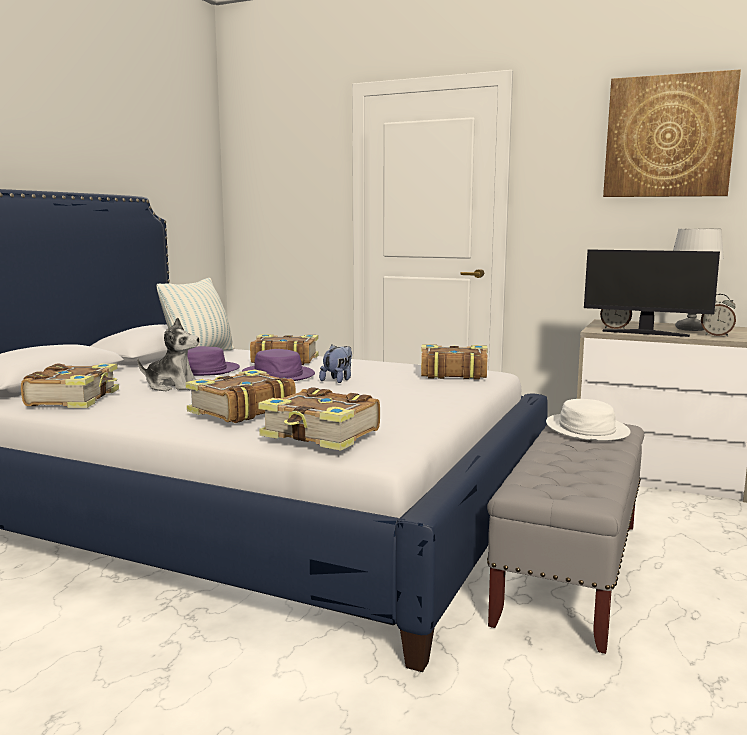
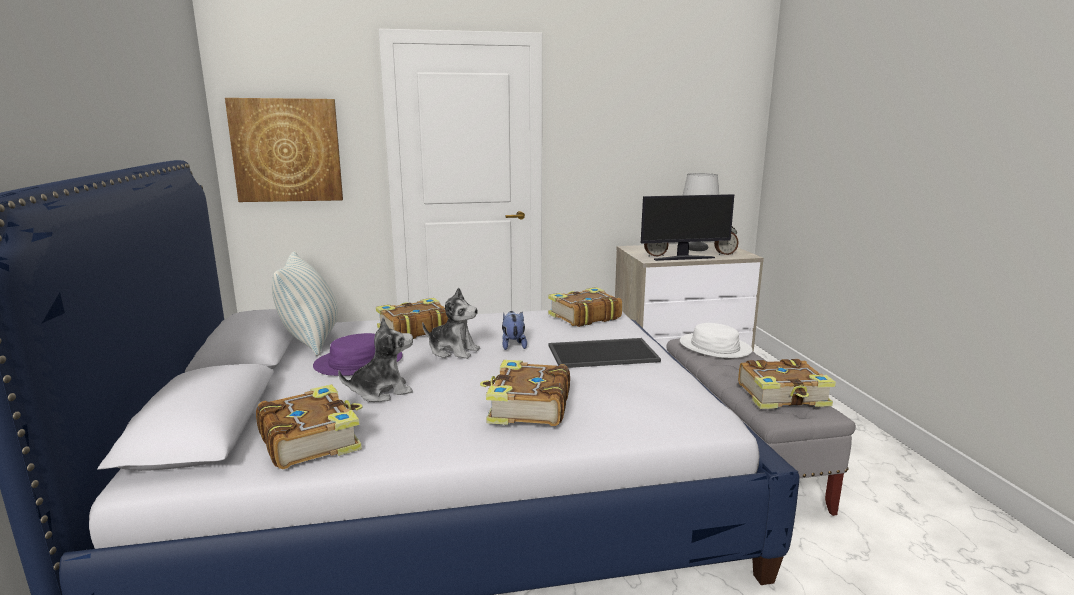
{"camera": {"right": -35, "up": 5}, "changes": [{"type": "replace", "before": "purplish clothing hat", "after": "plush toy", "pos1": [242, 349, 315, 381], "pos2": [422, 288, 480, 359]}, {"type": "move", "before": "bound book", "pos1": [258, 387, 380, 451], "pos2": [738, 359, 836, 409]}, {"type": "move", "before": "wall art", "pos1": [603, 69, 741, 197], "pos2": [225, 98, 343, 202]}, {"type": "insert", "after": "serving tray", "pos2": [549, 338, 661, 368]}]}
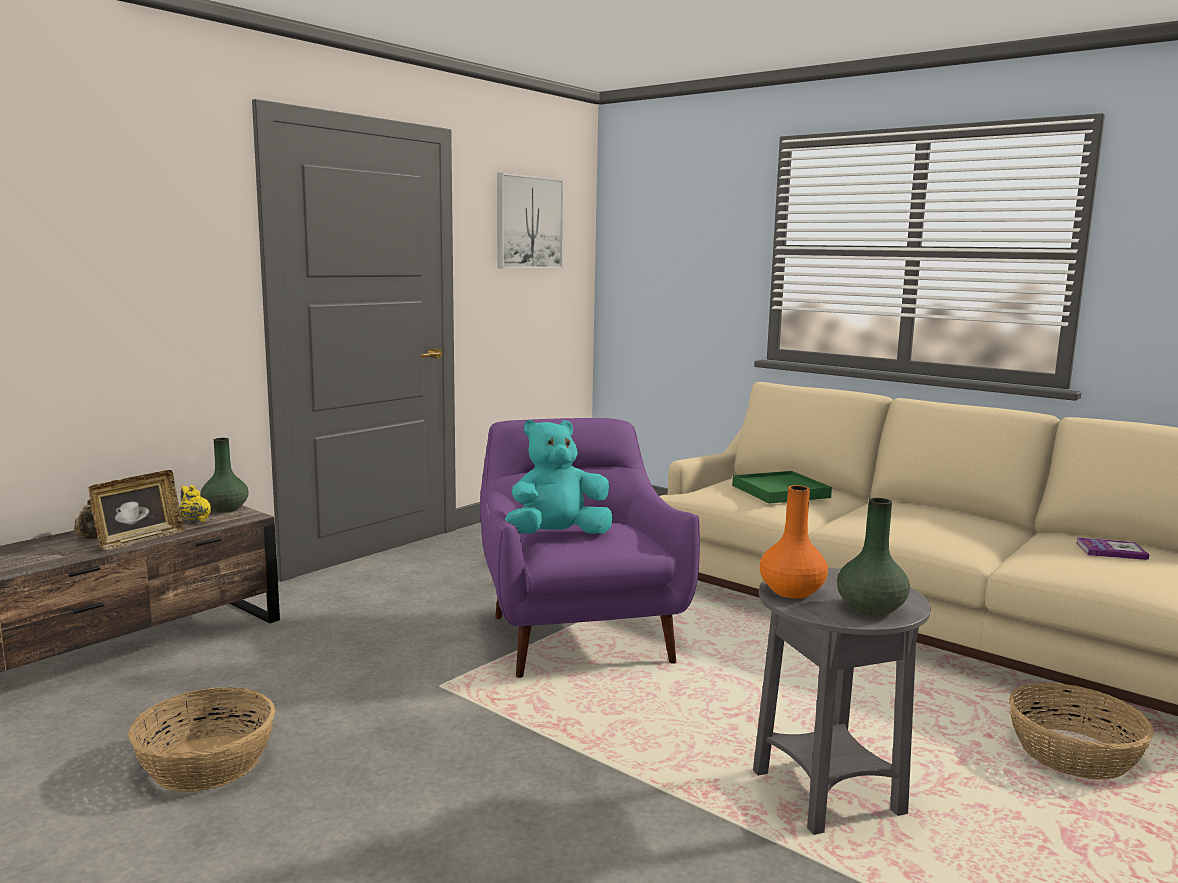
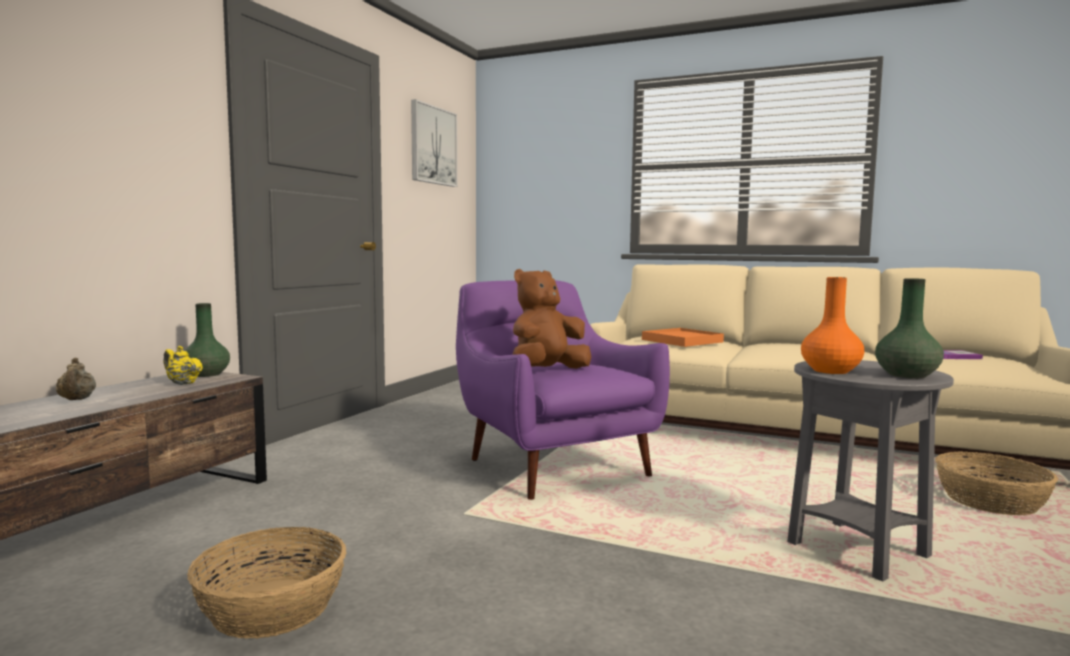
{"camera": {"right": -15, "up": -5}, "changes": [{"type": "delete", "before": "photo frame", "pos1": [89, 470, 185, 550]}, {"type": "recolor", "before": "blue-green plush toy", "after": "brown-coloured plush toy", "pos1": [505, 420, 613, 534], "pos2": [513, 269, 591, 369]}, {"type": "recolor", "before": "green serving tray", "after": "orange serving tray", "pos1": [732, 471, 832, 504], "pos2": [642, 328, 724, 347]}]}
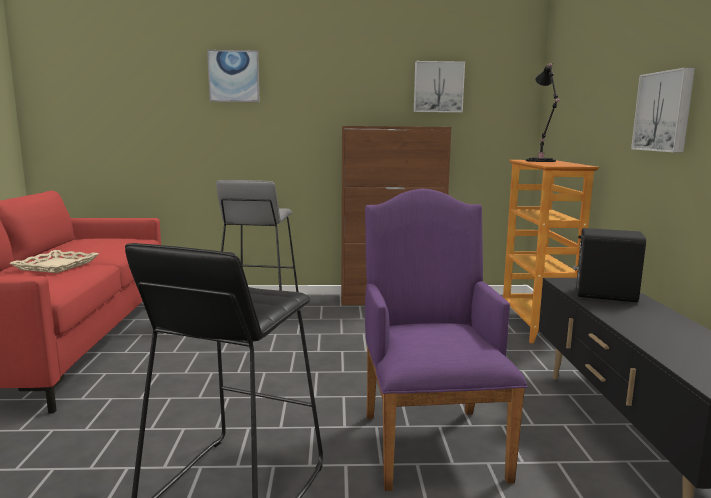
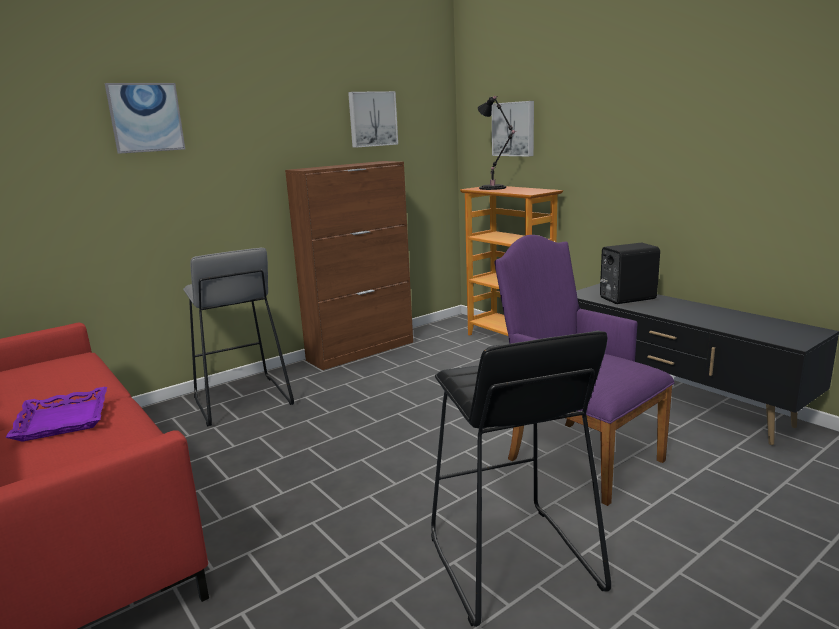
{"camera": {"right": -35, "up": 5}, "changes": [{"type": "recolor", "before": "beige serving tray", "after": "purplish serving tray", "pos1": [9, 250, 99, 273], "pos2": [6, 387, 107, 442]}, {"type": "move", "before": "wall art", "pos1": [631, 67, 695, 153], "pos2": [492, 101, 534, 157]}]}
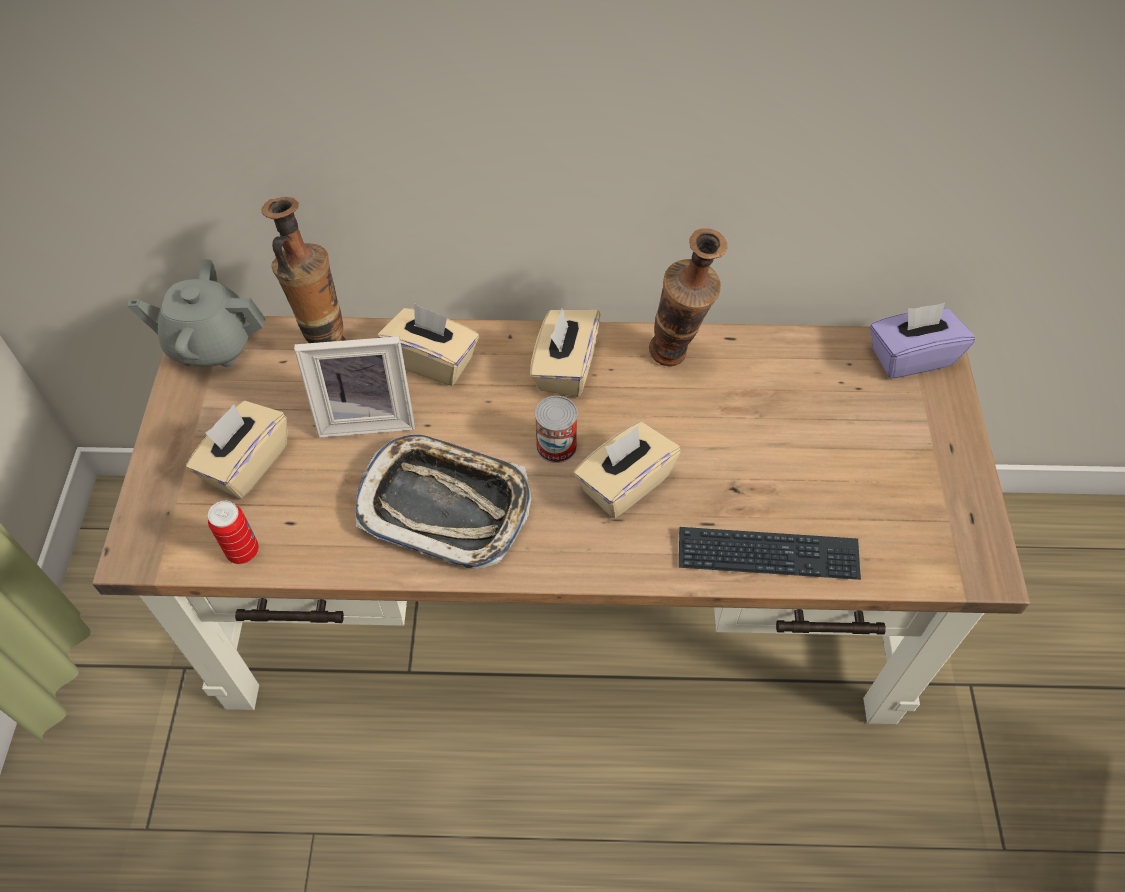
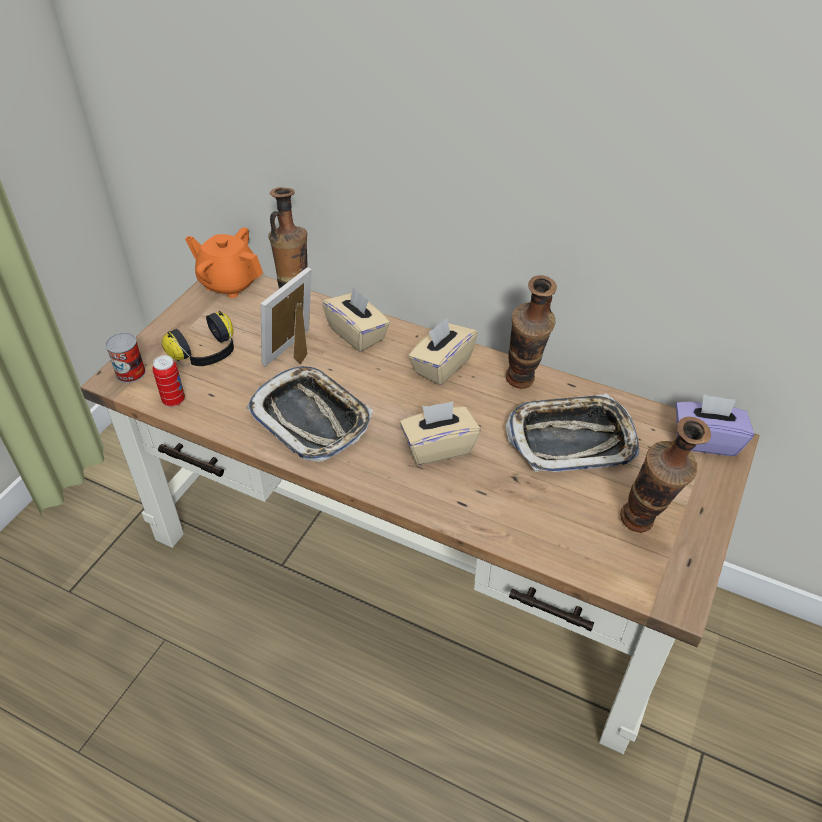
{"camera": {"right": 25, "up": -10}, "changes": [{"type": "recolor", "before": "grey pot for tea", "after": "orange pot for tea", "pos1": [127, 259, 266, 367], "pos2": [185, 227, 263, 298]}, {"type": "replace", "before": "beige box of tissues", "after": "headset", "pos1": [186, 401, 288, 499], "pos2": [161, 311, 234, 366]}, {"type": "rotate", "before": "photo frame", "pos1": [294, 336, 415, 438], "pos2": [261, 267, 312, 367], "turn": 105}, {"type": "move", "before": "can", "pos1": [535, 396, 578, 463], "pos2": [105, 332, 146, 383]}, {"type": "delete", "before": "PC keyboard", "pos1": [679, 527, 861, 580]}, {"type": "insert", "after": "serving tray", "pos2": [506, 394, 640, 472]}, {"type": "insert", "after": "decorative vase", "pos2": [620, 417, 711, 533]}]}
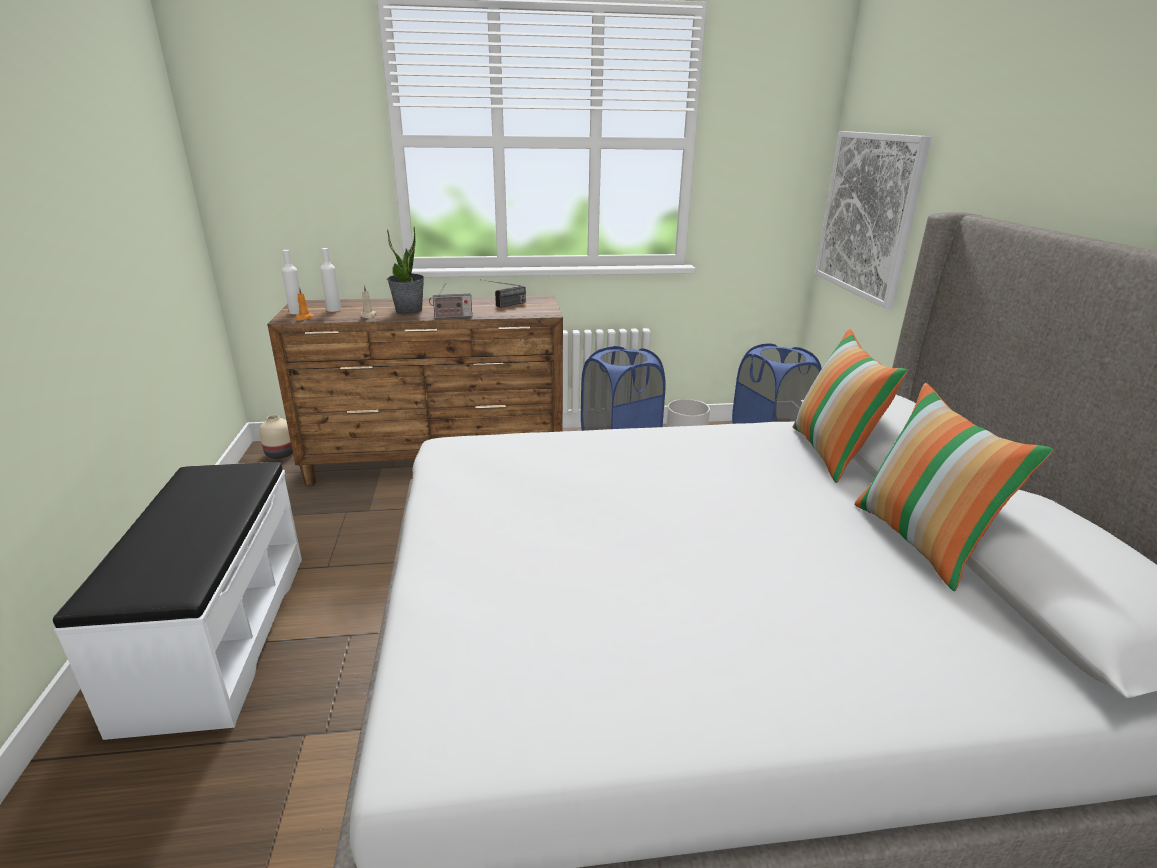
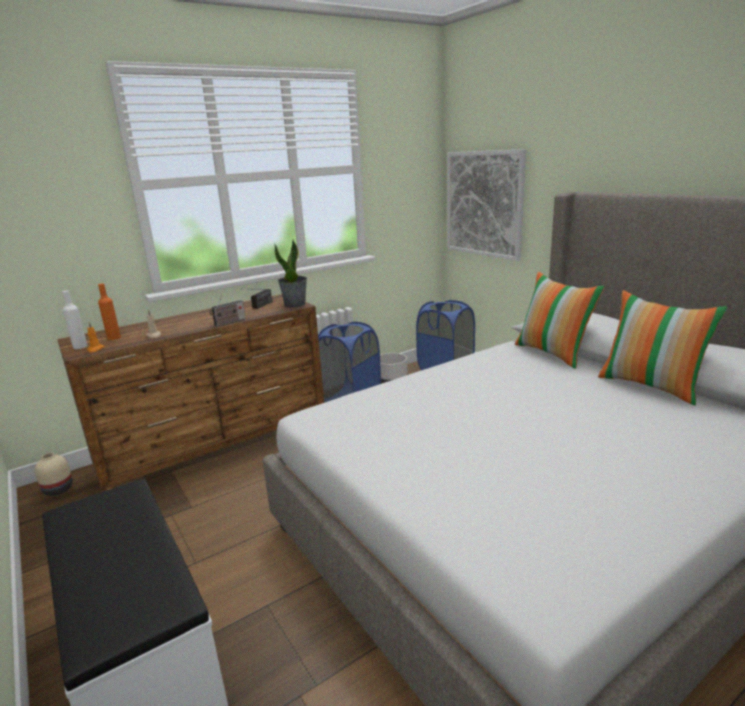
{"camera": {"right": -25, "up": -5}, "changes": [{"type": "recolor", "before": "white drink bottle", "after": "orange drink bottle", "pos1": [320, 248, 341, 312], "pos2": [98, 284, 121, 340]}, {"type": "move", "before": "houseplant", "pos1": [387, 227, 425, 314], "pos2": [275, 239, 307, 308]}]}
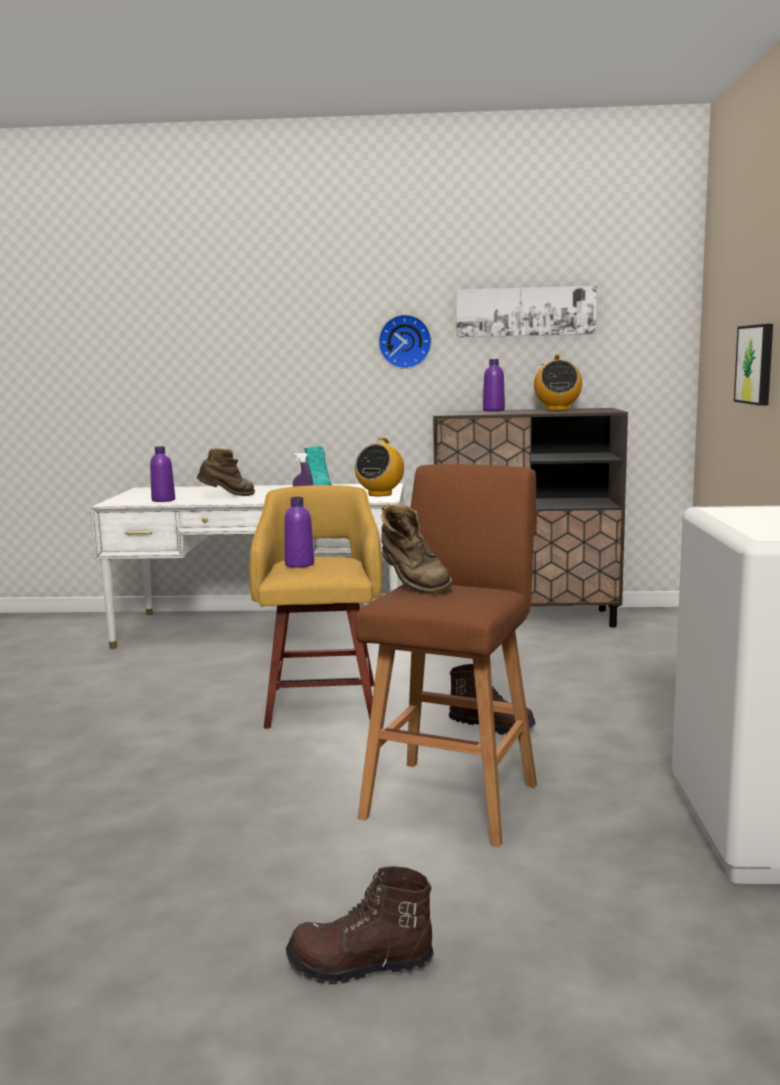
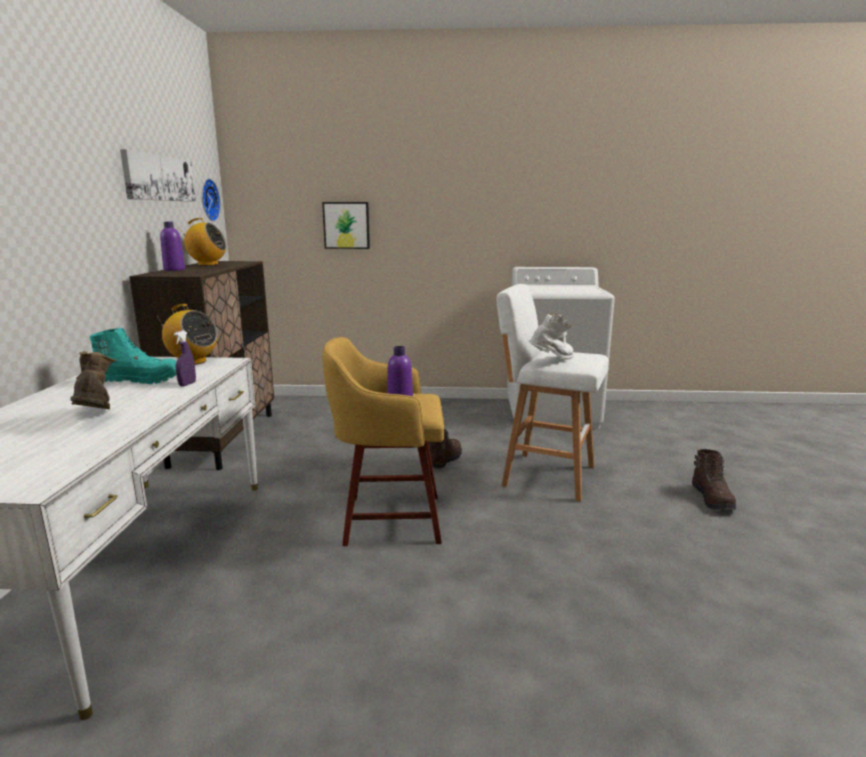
{"camera": {"right": -90, "up": 5}, "changes": [{"type": "delete", "before": "purplish drink bottle", "pos1": [150, 446, 175, 502]}, {"type": "recolor", "before": "brown-coloured sitting stool", "after": "white sitting stool", "pos1": [355, 464, 537, 847], "pos2": [497, 284, 609, 502]}, {"type": "move", "before": "clock on the wall", "pos1": [378, 314, 432, 369], "pos2": [202, 178, 221, 222]}, {"type": "recolor", "before": "brown-coloured high-top boot", "after": "white high-top boot", "pos1": [381, 504, 453, 595], "pos2": [528, 313, 574, 360]}]}
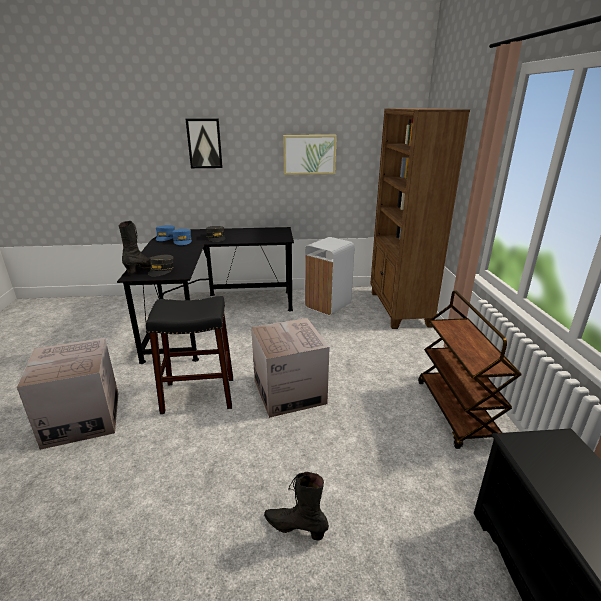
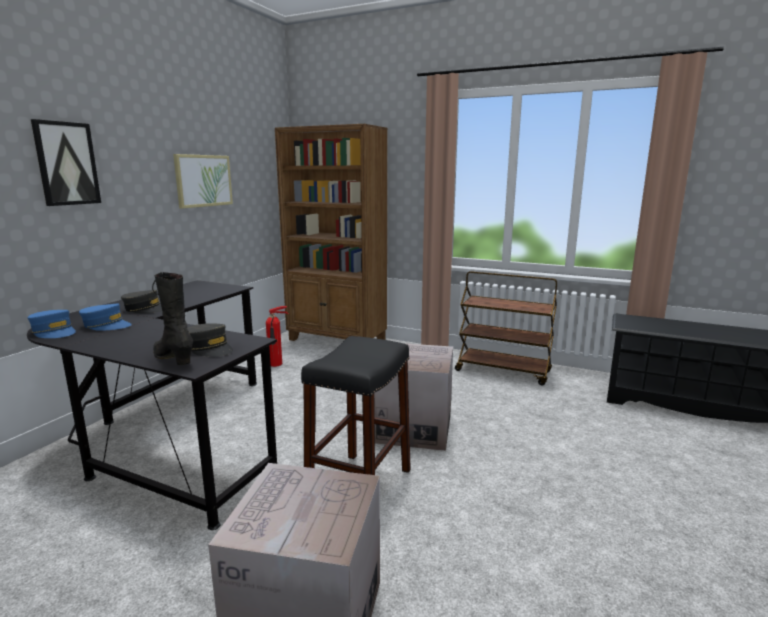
{"camera": {"right": -60, "up": -10}, "changes": [{"type": "delete", "before": "blackish high-top boot", "pos1": [264, 472, 329, 541]}, {"type": "replace", "before": "white waste bin", "after": "fire-fighting cylinder", "pos1": [305, 237, 354, 316], "pos2": [266, 306, 288, 367]}]}
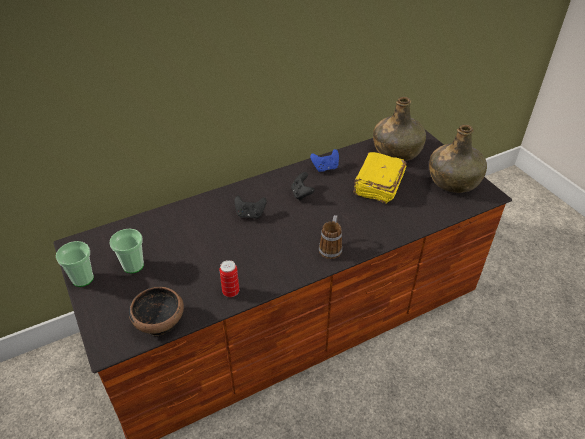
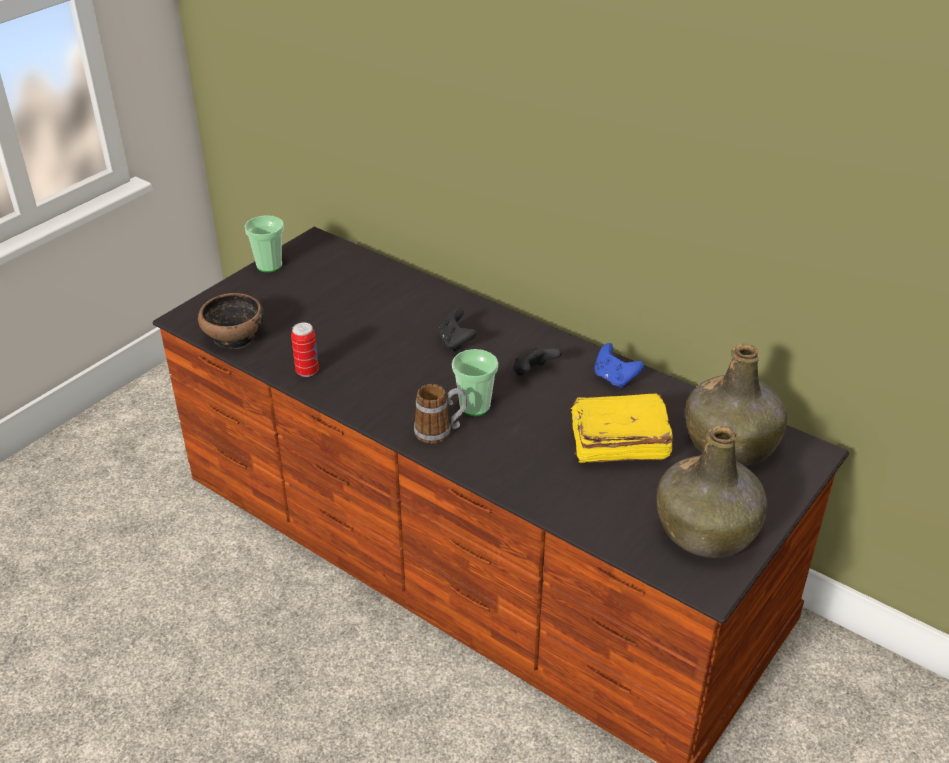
{"camera": {"right": 65, "up": -5}, "changes": [{"type": "move", "before": "small cup", "pos1": [109, 229, 144, 273], "pos2": [452, 349, 498, 416]}]}
